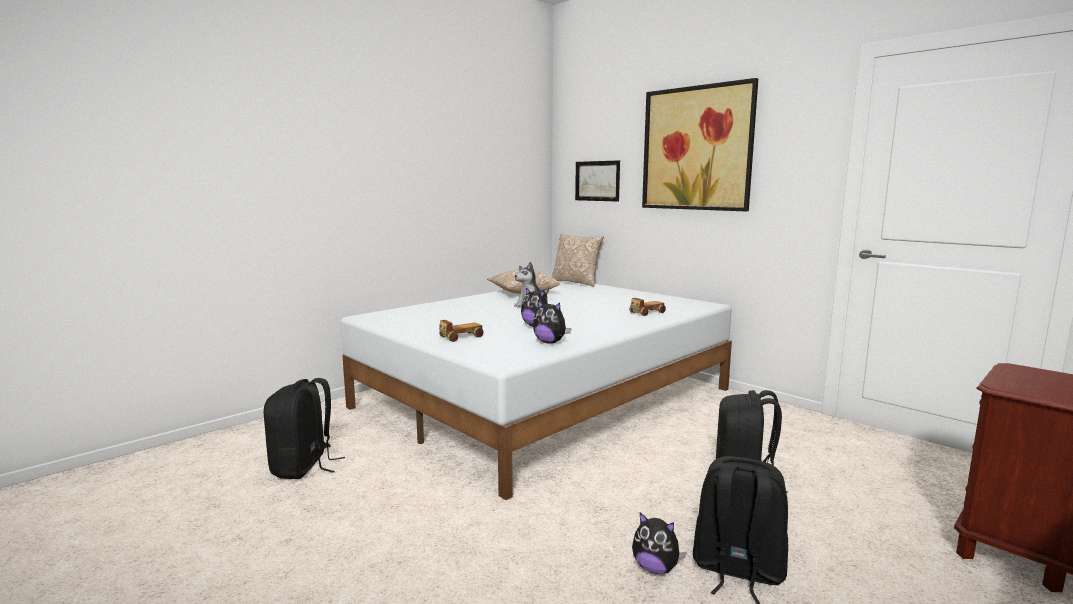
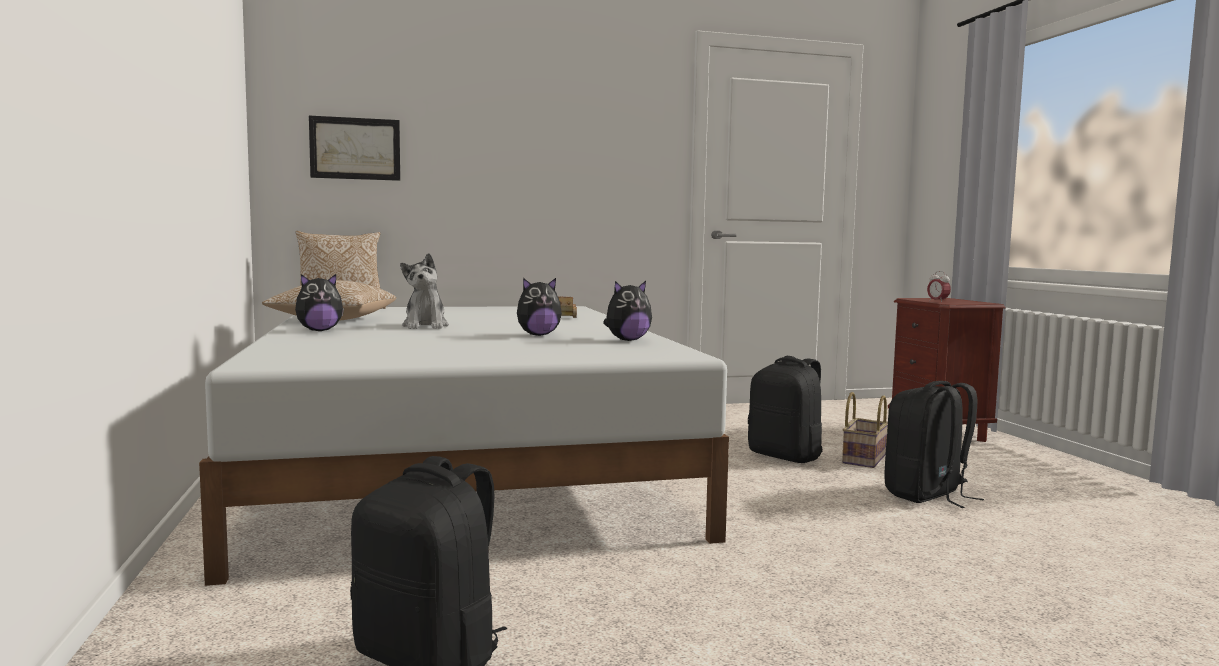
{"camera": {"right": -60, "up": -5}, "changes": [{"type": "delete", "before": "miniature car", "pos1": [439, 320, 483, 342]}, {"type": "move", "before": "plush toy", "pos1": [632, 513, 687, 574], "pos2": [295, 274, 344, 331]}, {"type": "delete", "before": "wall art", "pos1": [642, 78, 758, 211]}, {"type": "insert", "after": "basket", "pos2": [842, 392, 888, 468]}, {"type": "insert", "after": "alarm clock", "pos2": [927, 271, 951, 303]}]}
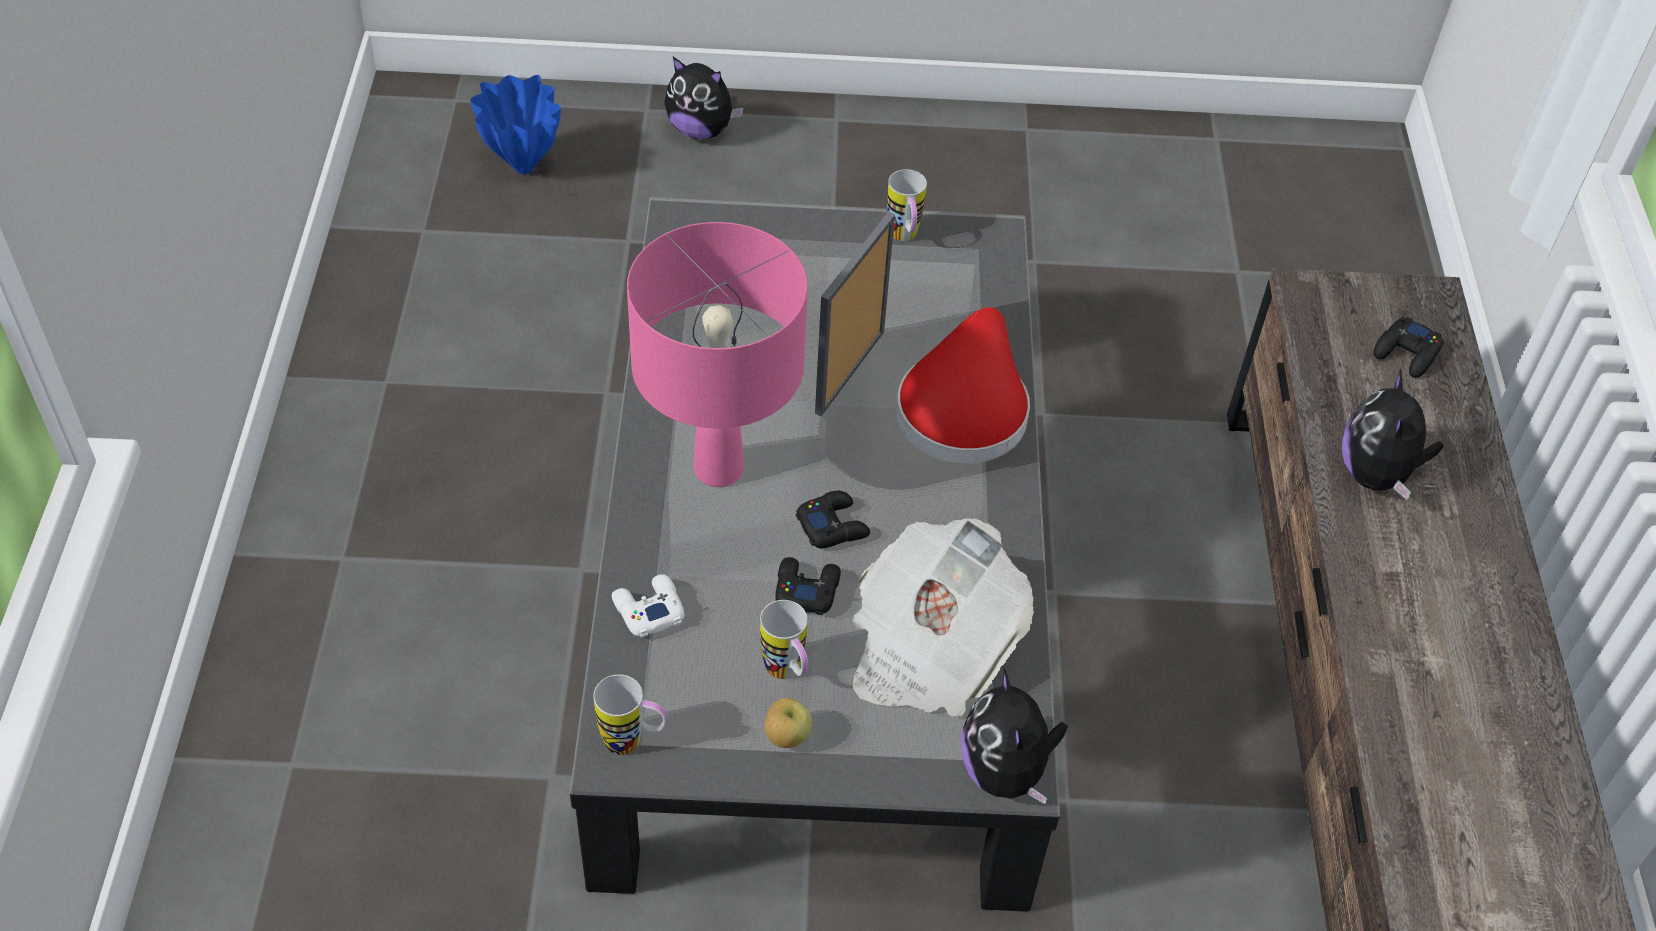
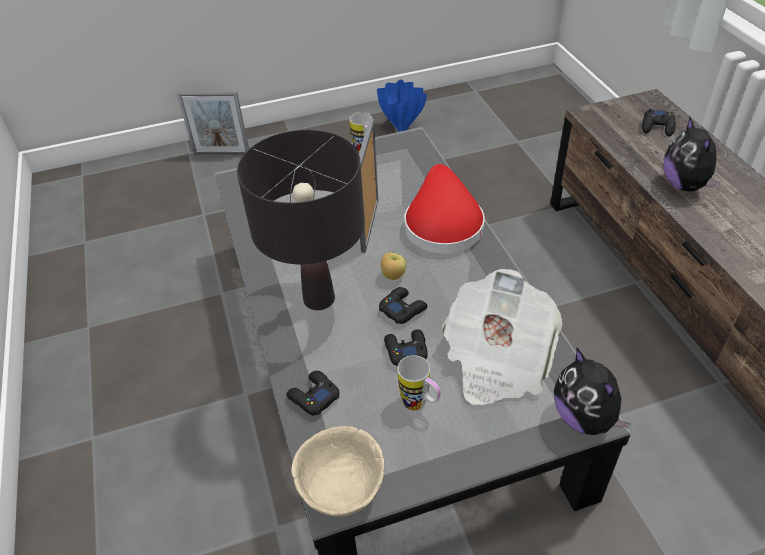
{"camera": {"right": -15, "up": -5}, "changes": [{"type": "move", "before": "bluish decorative vase", "pos1": [470, 75, 561, 174], "pos2": [377, 79, 427, 132]}, {"type": "replace", "before": "coffee mug", "after": "beige deep dish", "pos1": [593, 674, 667, 755], "pos2": [291, 426, 385, 516]}, {"type": "recolor", "before": "white game controller", "after": "blackish game controller", "pos1": [612, 574, 684, 638], "pos2": [286, 371, 340, 415]}, {"type": "recolor", "before": "pinkish tabletop lamp", "after": "blackish tabletop lamp", "pos1": [627, 222, 808, 487], "pos2": [237, 130, 365, 310]}, {"type": "replace", "before": "plush toy", "after": "photo frame", "pos1": [664, 57, 744, 139], "pos2": [177, 91, 249, 155]}, {"type": "move", "before": "apple", "pos1": [764, 698, 812, 748], "pos2": [381, 252, 406, 280]}]}
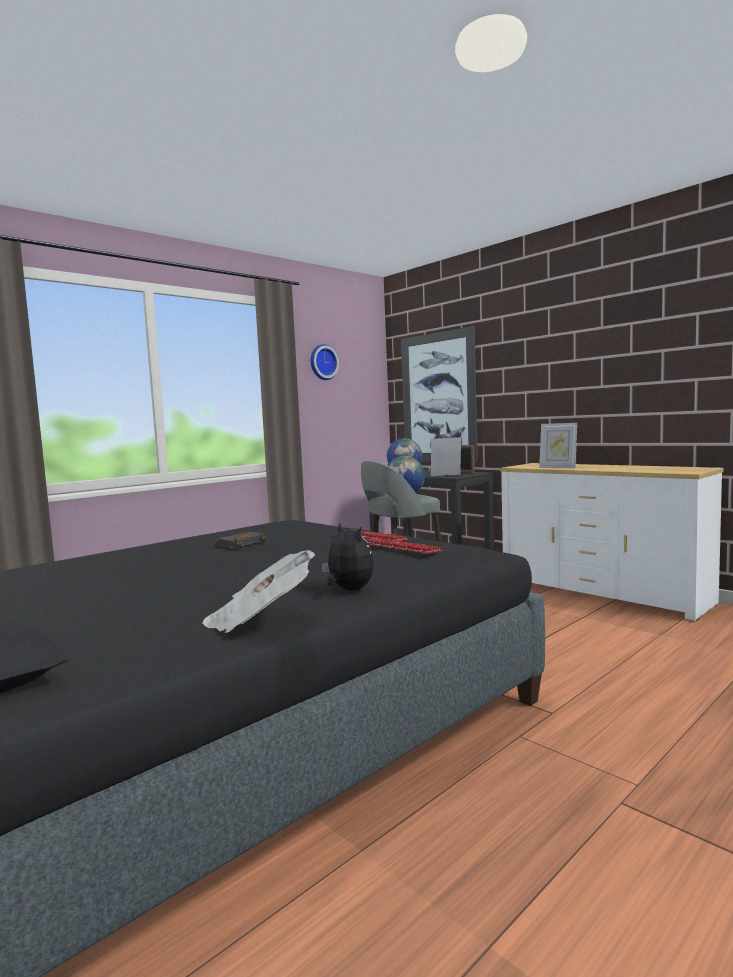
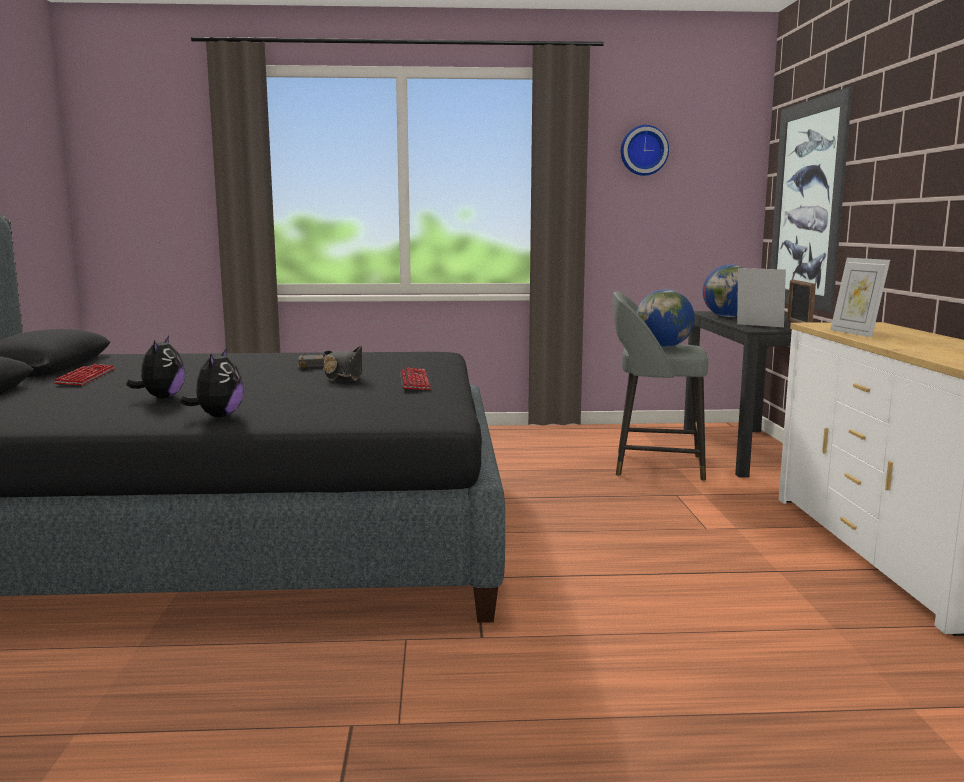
{"camera": {"right": 40, "up": 5}, "changes": [{"type": "delete", "before": "newspaper", "pos1": [202, 550, 315, 633]}, {"type": "move", "before": "PC keyboard", "pos1": [366, 538, 442, 556], "pos2": [53, 364, 115, 385]}, {"type": "insert", "after": "plush toy", "pos2": [126, 336, 185, 398]}, {"type": "insert", "after": "blackish clothing hat", "pos2": [323, 345, 362, 381]}]}
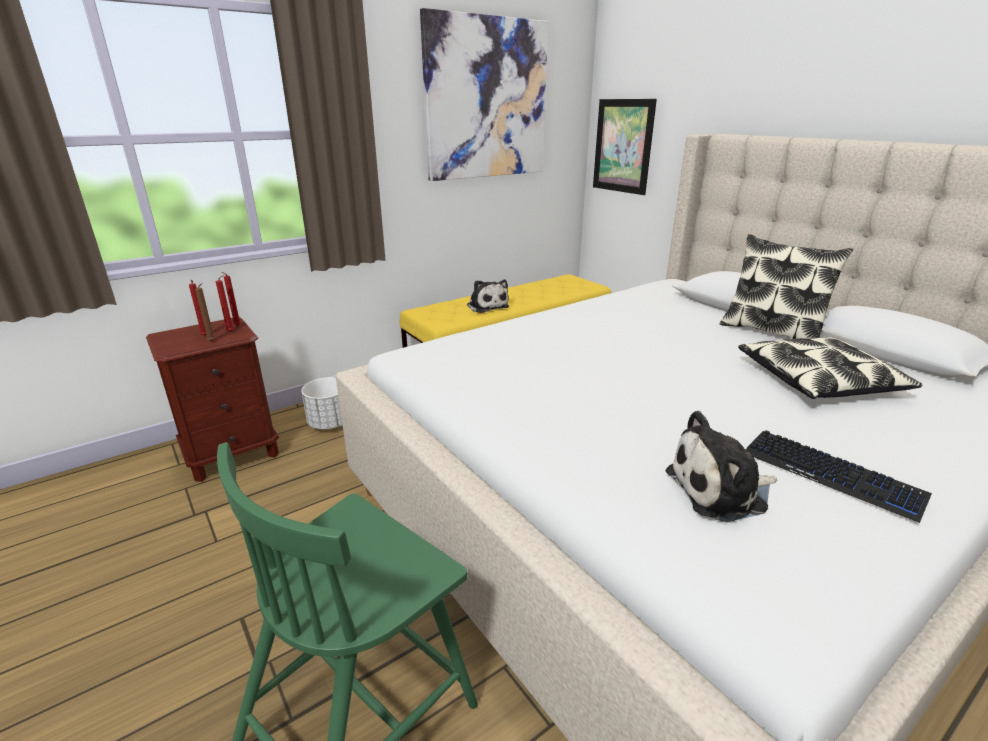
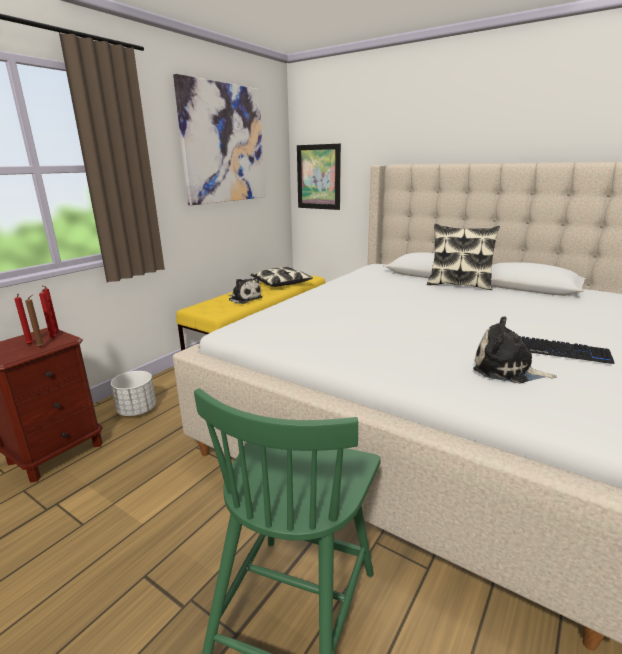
{"camera": {"right": -20, "up": -5}, "changes": [{"type": "rotate", "before": "plush toy", "pos1": [666, 411, 777, 522], "pos2": [473, 316, 557, 383], "turn": 60}, {"type": "move", "before": "cushion", "pos1": [738, 337, 923, 399], "pos2": [251, 267, 313, 287]}]}
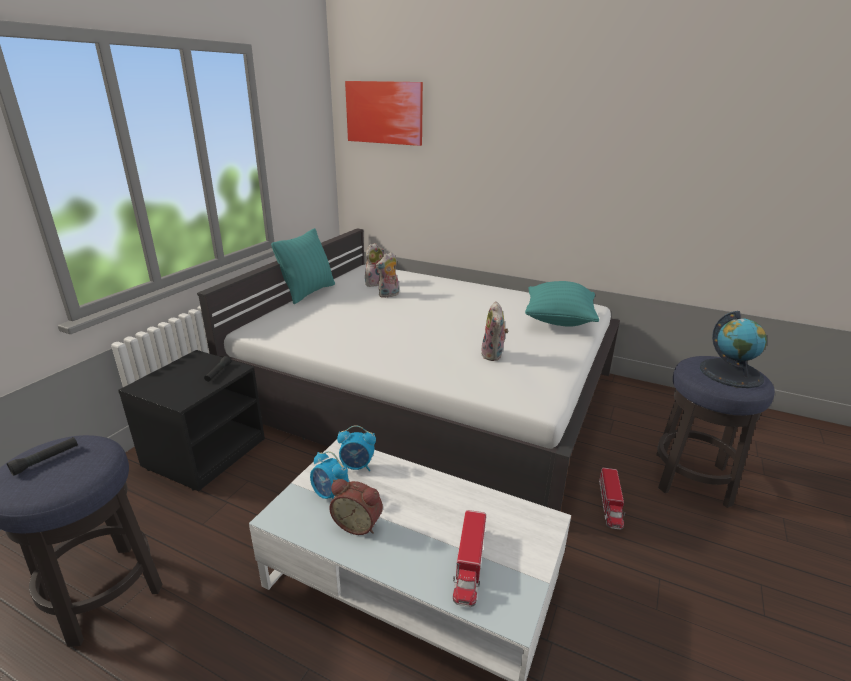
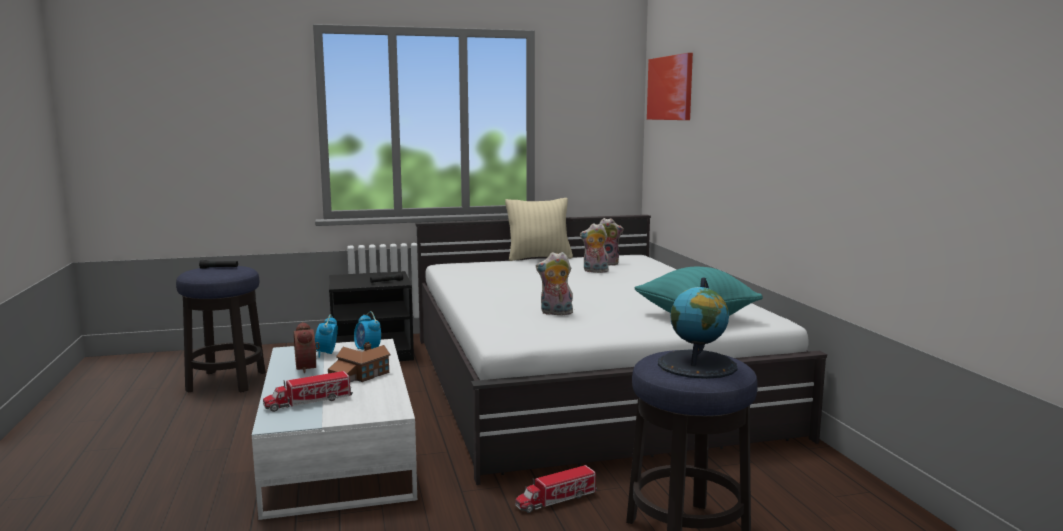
{"camera": {"right": 50, "up": -15}, "changes": [{"type": "recolor", "before": "blue-green cushion", "after": "beige cushion", "pos1": [271, 228, 335, 304], "pos2": [505, 198, 573, 261]}, {"type": "rotate", "before": "plush toy", "pos1": [481, 301, 509, 361], "pos2": [536, 252, 574, 315], "turn": 45}, {"type": "insert", "after": "model house", "pos2": [328, 342, 390, 382]}]}
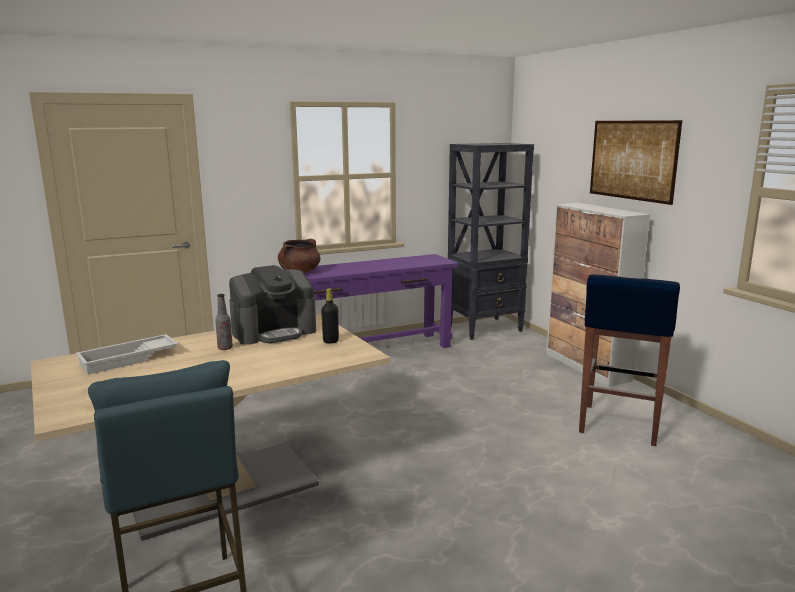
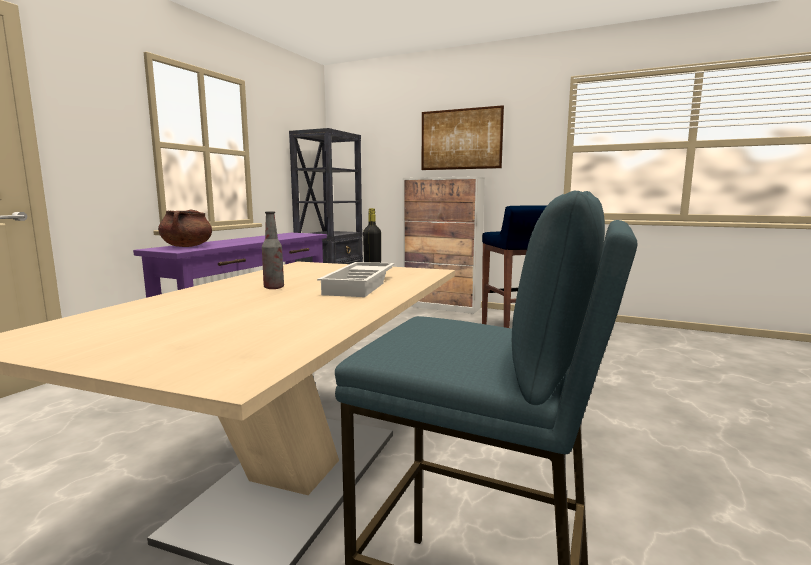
{"camera": {"right": -40, "up": -5}, "changes": [{"type": "move", "before": "white serving tray", "pos1": [76, 334, 178, 375], "pos2": [317, 262, 395, 297]}, {"type": "delete", "before": "coffee machine", "pos1": [229, 265, 316, 345]}]}
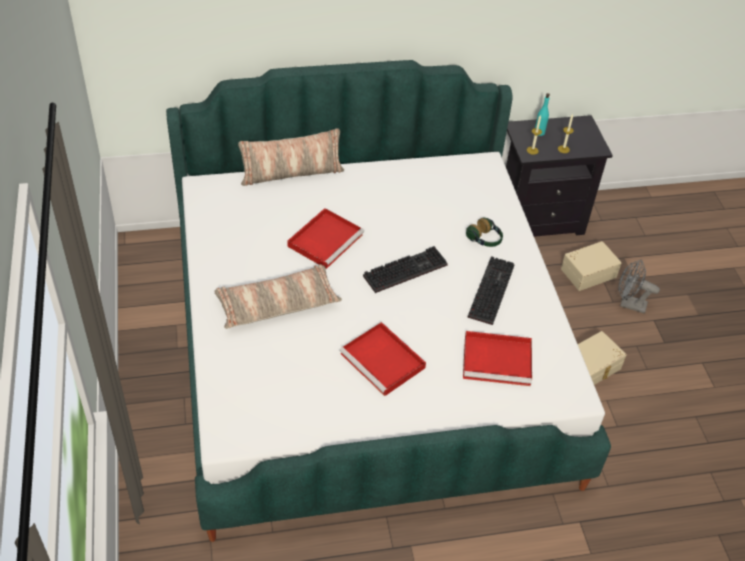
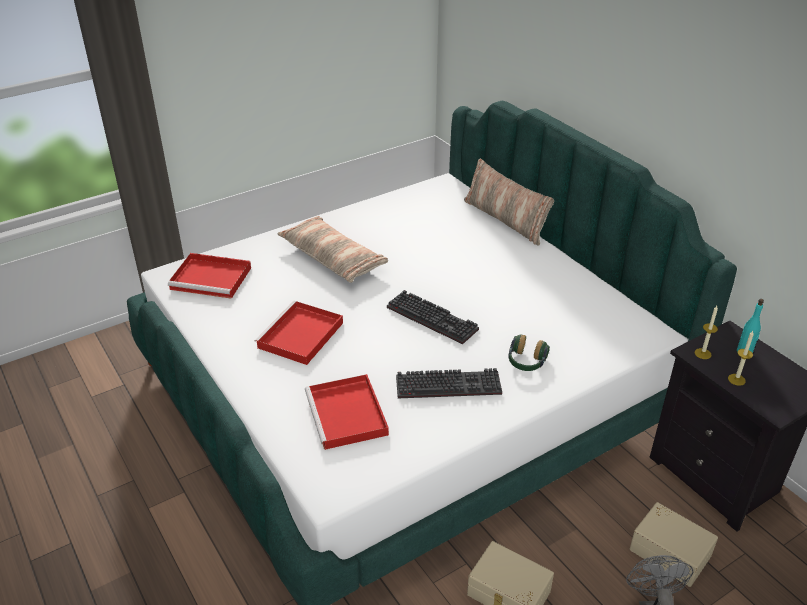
{"camera": {"right": 70, "up": -10}, "changes": [{"type": "move", "before": "red-coloured serving tray", "pos1": [287, 208, 364, 269], "pos2": [168, 253, 251, 299]}]}
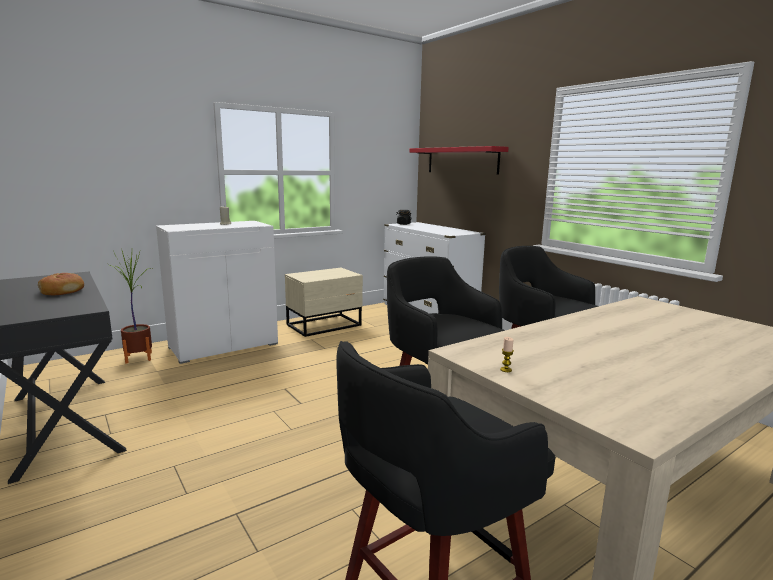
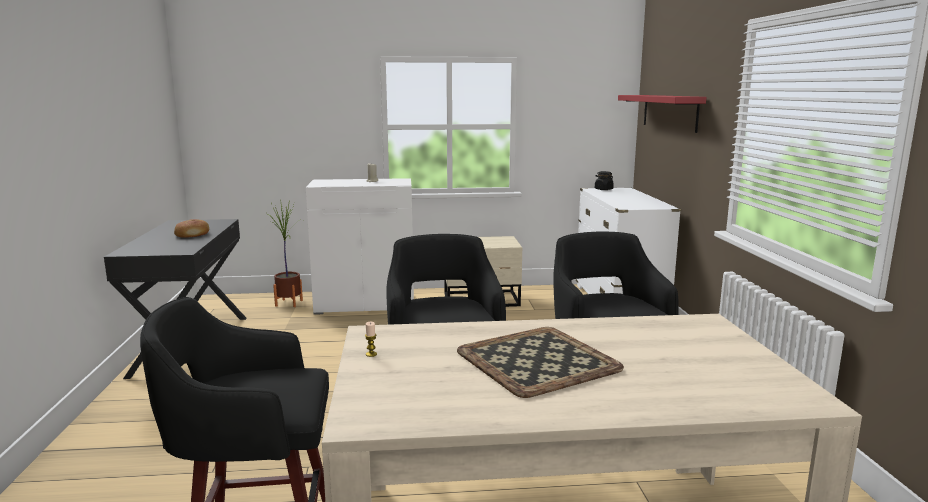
{"camera": {"right": 30, "up": 0}, "changes": [{"type": "insert", "after": "serving tray", "pos2": [457, 327, 624, 398]}]}
